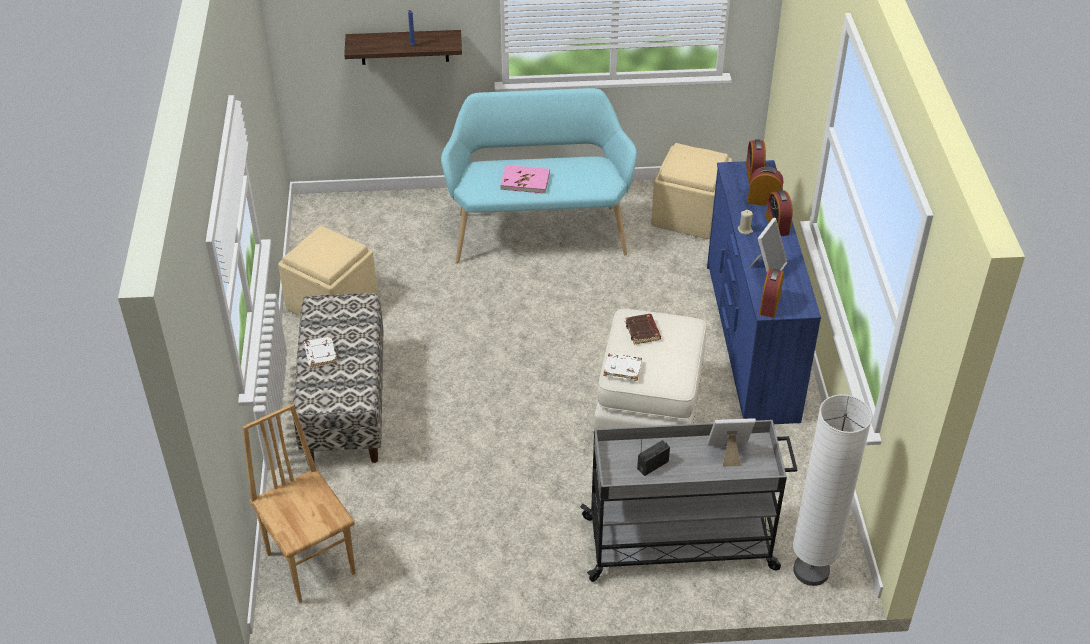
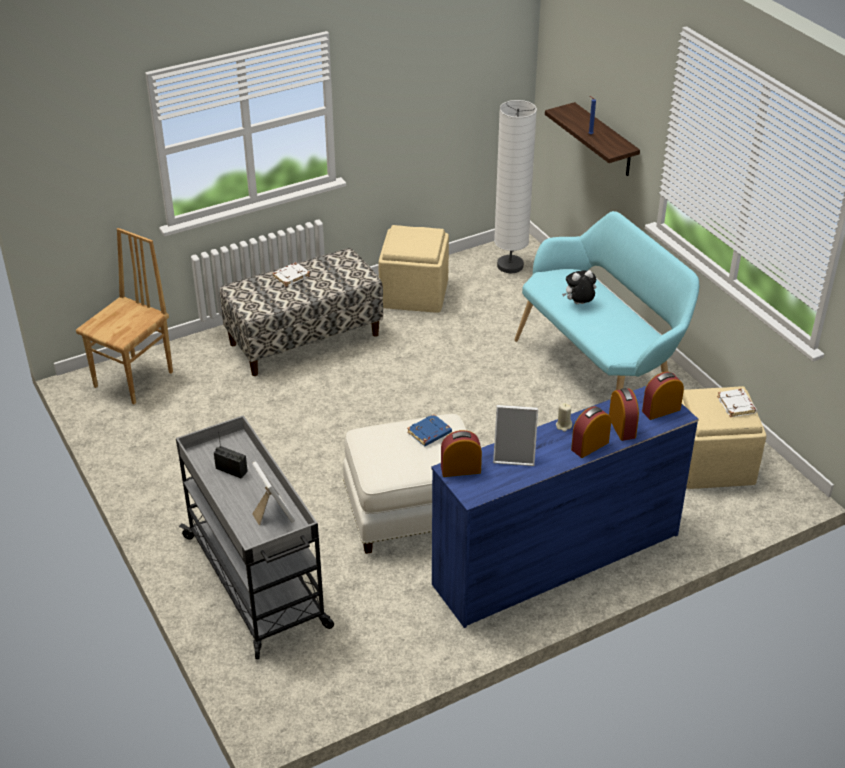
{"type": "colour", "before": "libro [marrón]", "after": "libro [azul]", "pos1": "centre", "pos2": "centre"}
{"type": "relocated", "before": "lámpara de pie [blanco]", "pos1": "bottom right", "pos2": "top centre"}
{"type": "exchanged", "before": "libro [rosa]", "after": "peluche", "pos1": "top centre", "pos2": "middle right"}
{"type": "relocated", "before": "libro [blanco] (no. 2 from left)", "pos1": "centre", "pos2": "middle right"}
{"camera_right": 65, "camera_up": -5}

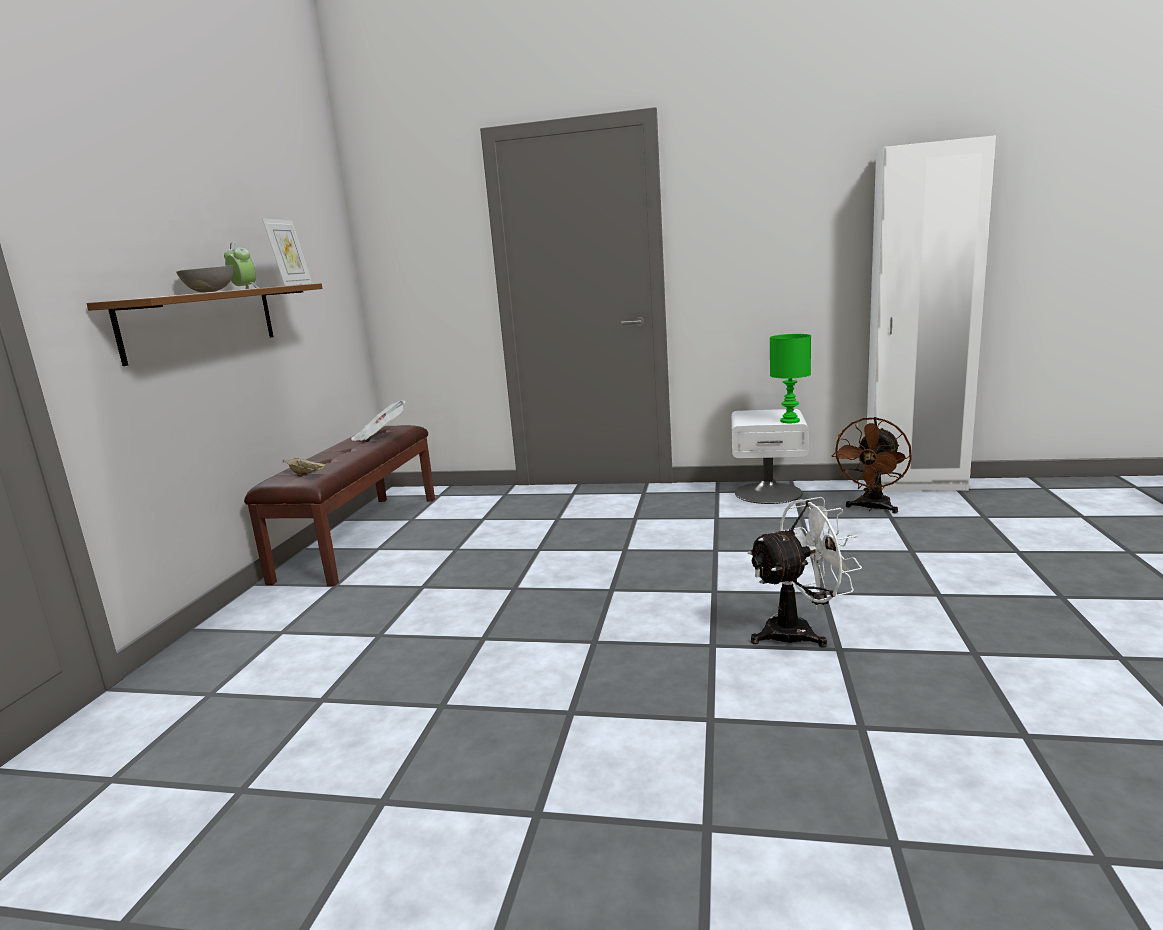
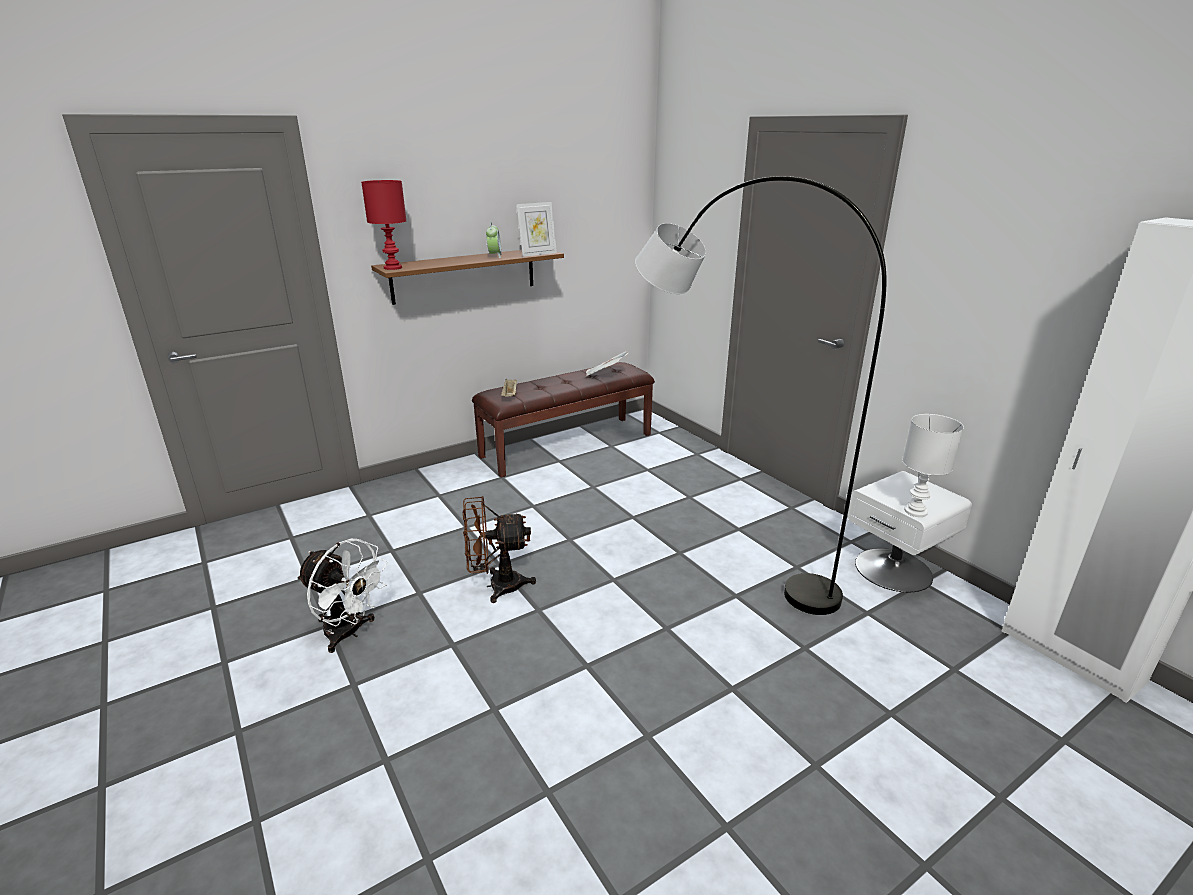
{"type": "relocated", "before": "ventilador [blanco]", "pos1": "middle right", "pos2": "middle left"}
{"type": "appeared", "after": "lámpara de mesa [rojo]", "pos2": "top left"}
{"type": "relocated", "before": "ventilador [marrón]", "pos1": "middle right", "pos2": "centre"}
{"type": "appeared", "after": "lámpara de pie [gris]", "pos2": "centre"}
{"type": "colour", "before": "lámpara de mesa [verde]", "after": "lámpara de mesa [blanco]", "pos1": "middle right", "pos2": "middle right"}
{"type": "missing", "before": "cuenco [gris]", "pos1": "top left"}
{"camera_right": 45, "camera_up": 10}

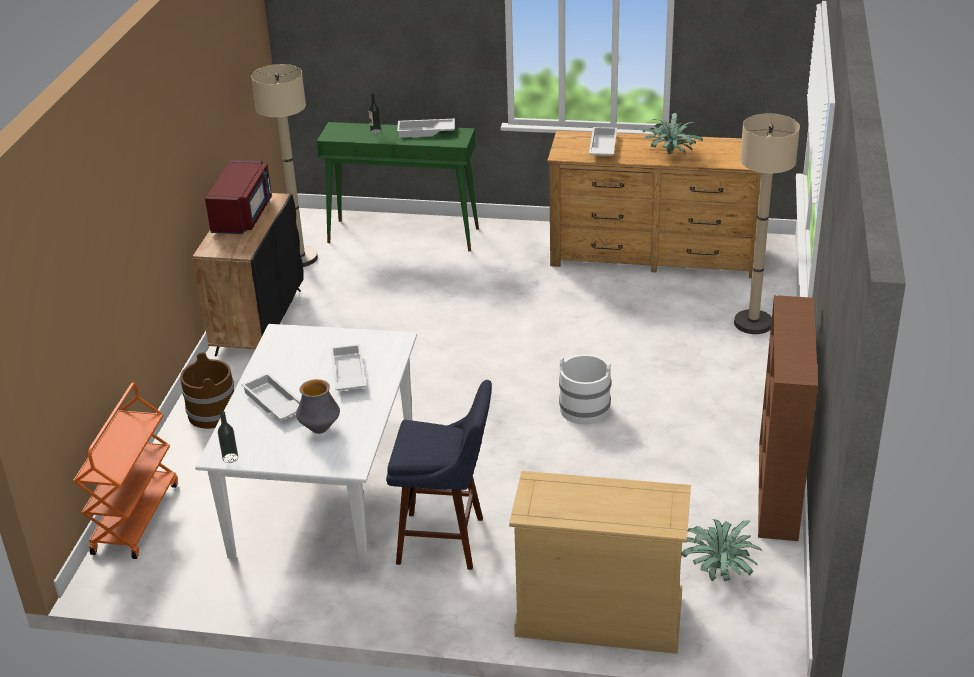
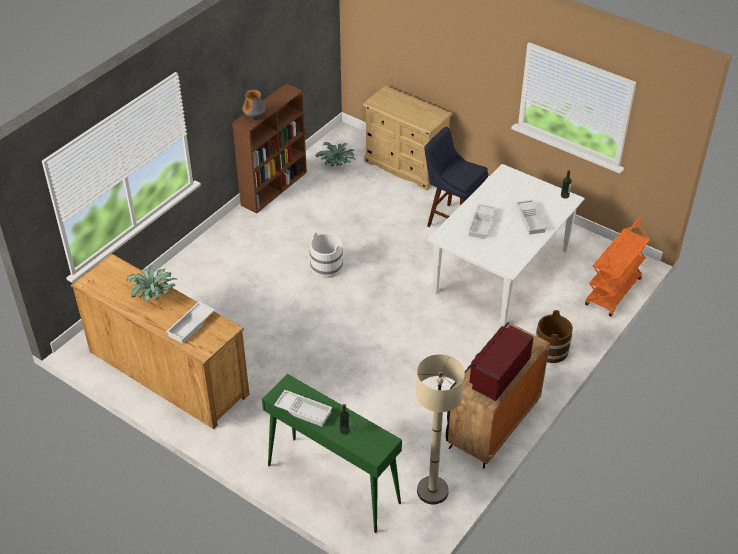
{"type": "relocated", "before": "florero", "pos1": "middle left", "pos2": "top centre"}
{"type": "missing", "before": "lámpara de pie [beis] (no. 2 from left)", "pos1": "top right"}
{"camera_right": -155, "camera_up": 10}

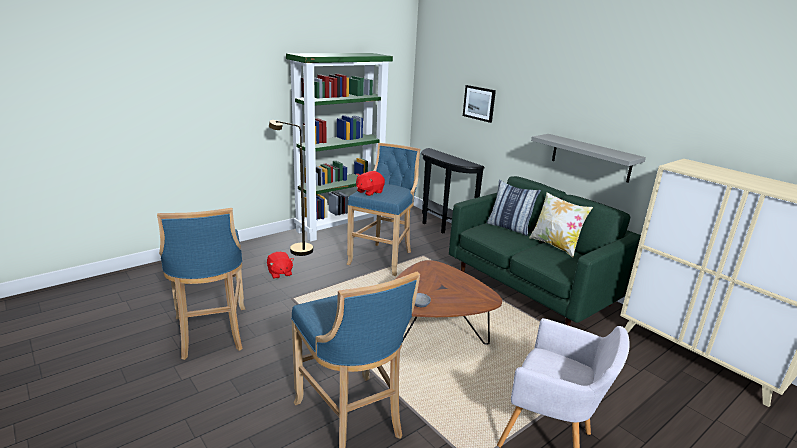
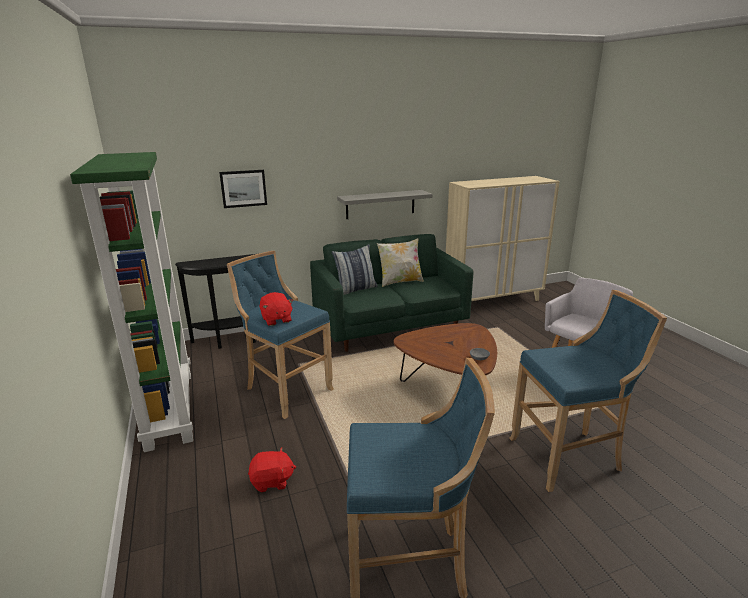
{"type": "missing", "before": "lámpara de pie [marrón]", "pos1": "centre"}
{"camera_right": -70, "camera_up": 0}

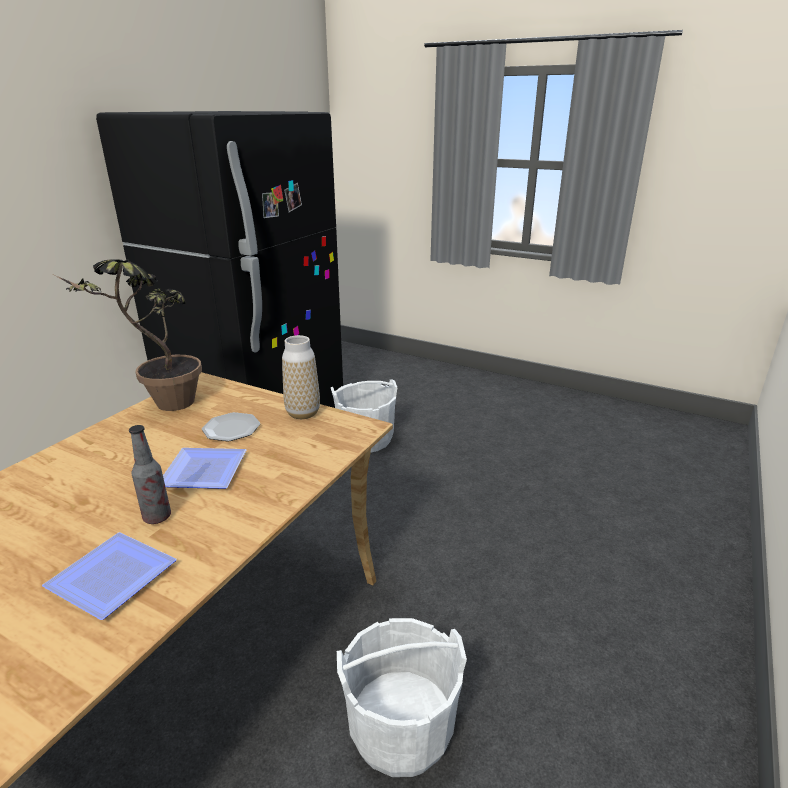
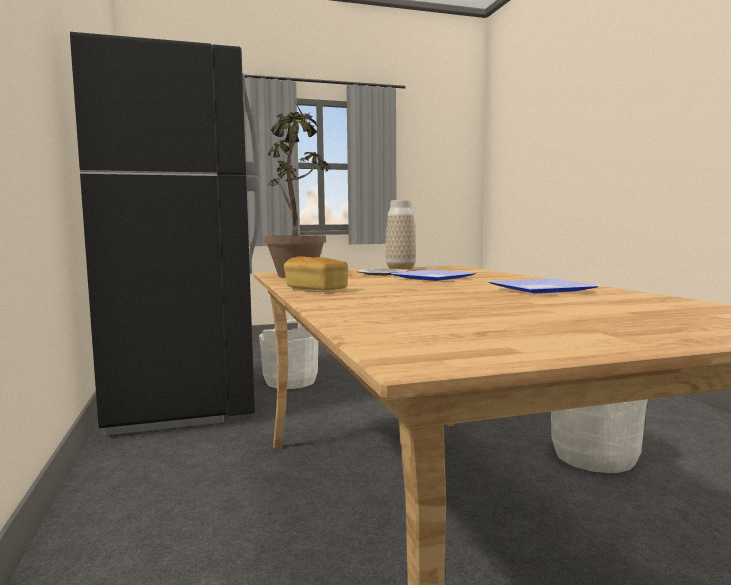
{"type": "appeared", "after": "pan", "pos2": "centre"}
{"type": "missing", "before": "botella", "pos1": "middle left"}
{"camera_right": -45, "camera_up": -20}

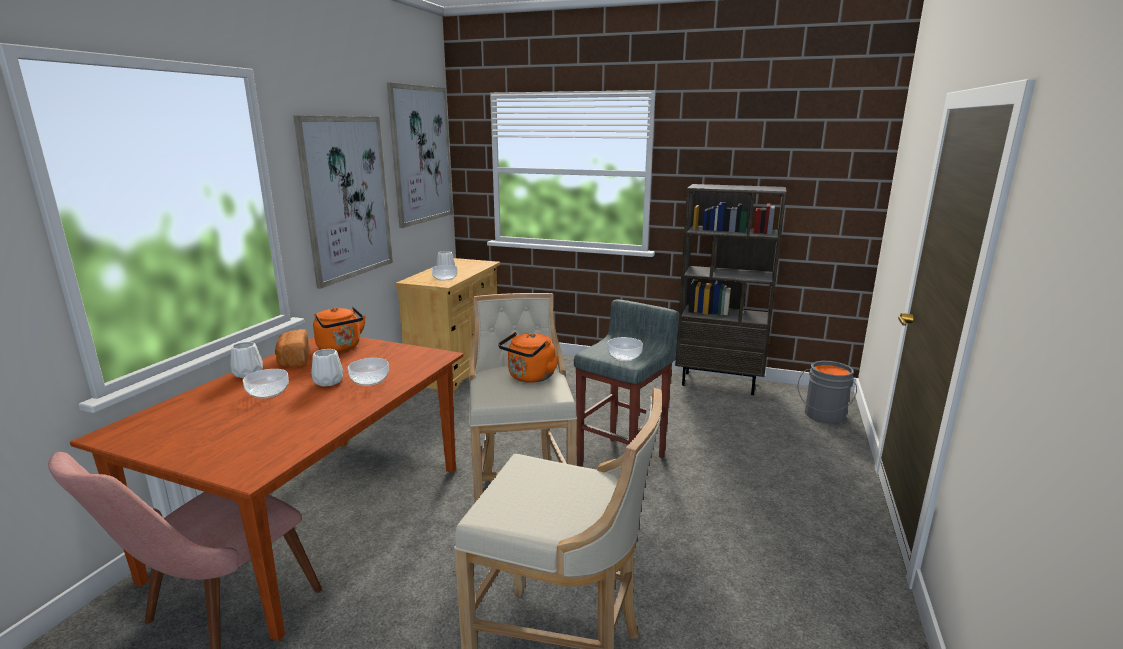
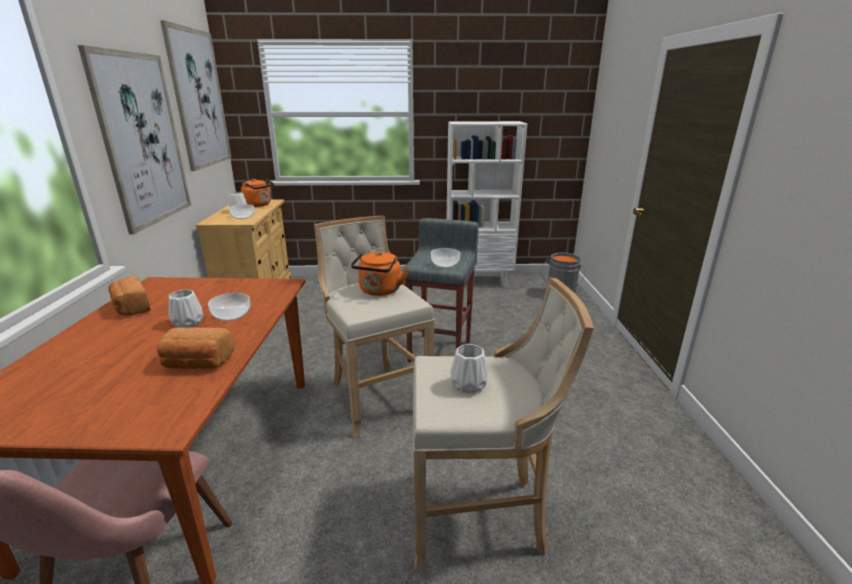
{"type": "appeared", "after": "pan (no. 2 from left)", "pos2": "middle left"}
{"type": "relocated", "before": "hervidor [naranja] (no. 1 from left)", "pos1": "middle left", "pos2": "top left"}
{"type": "colour", "before": "estantería [marrón]", "after": "estantería [blanco]", "pos1": "centre", "pos2": "centre"}
{"type": "relocated", "before": "florero [blanco] (no. 1 from left in the first image)", "after": "florero [blanco] (no. 3 from left)", "pos1": "middle left", "pos2": "centre"}
{"type": "missing", "before": "cuenco (no. 1 from left)", "pos1": "middle left"}
{"camera_right": -20, "camera_up": 5}

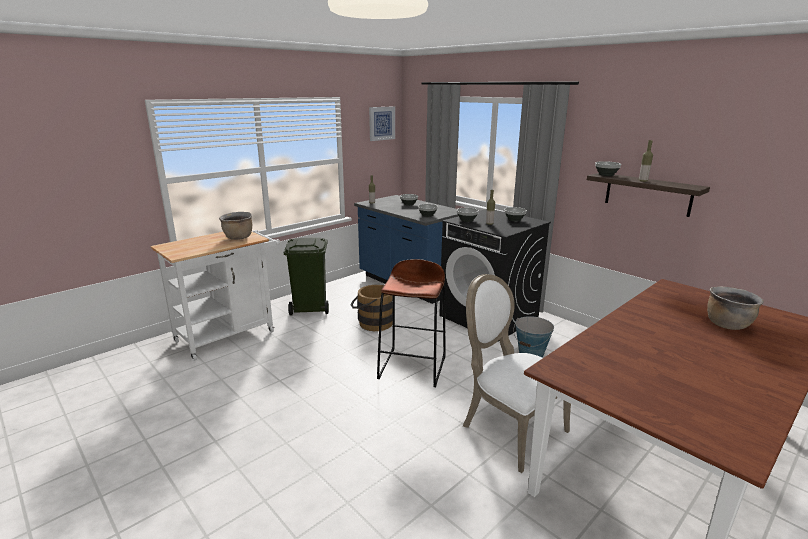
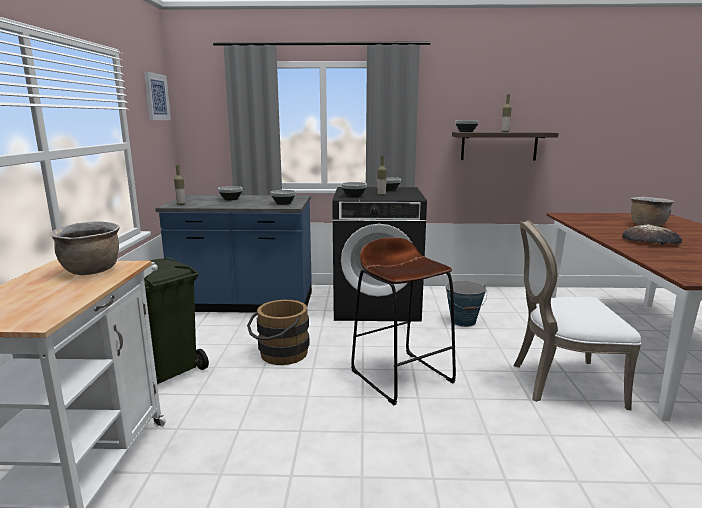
{"type": "appeared", "after": "pan", "pos2": "middle right"}
{"camera_right": -45, "camera_up": -5}

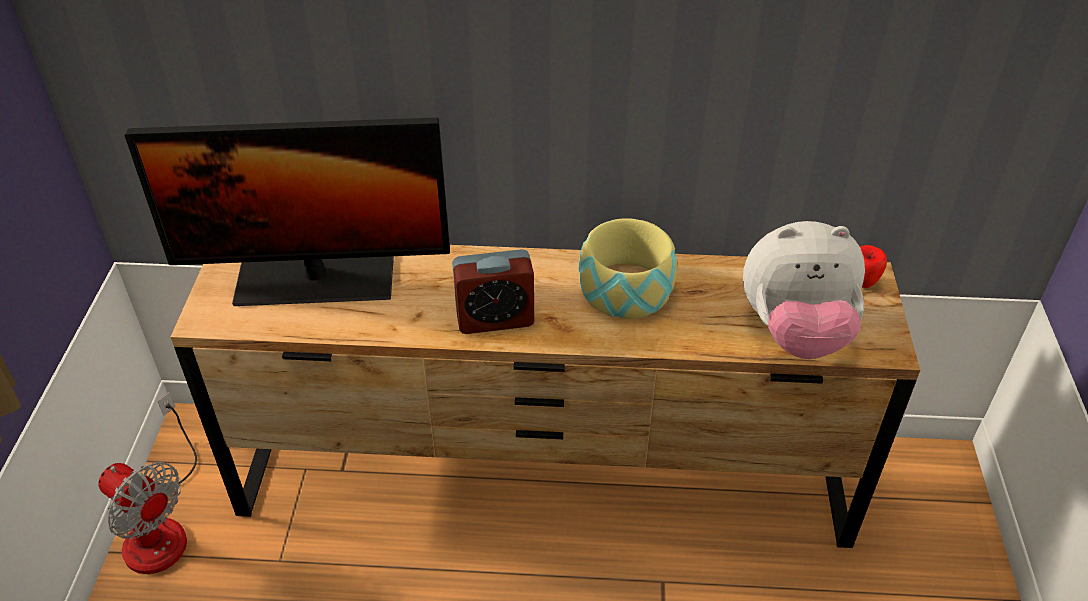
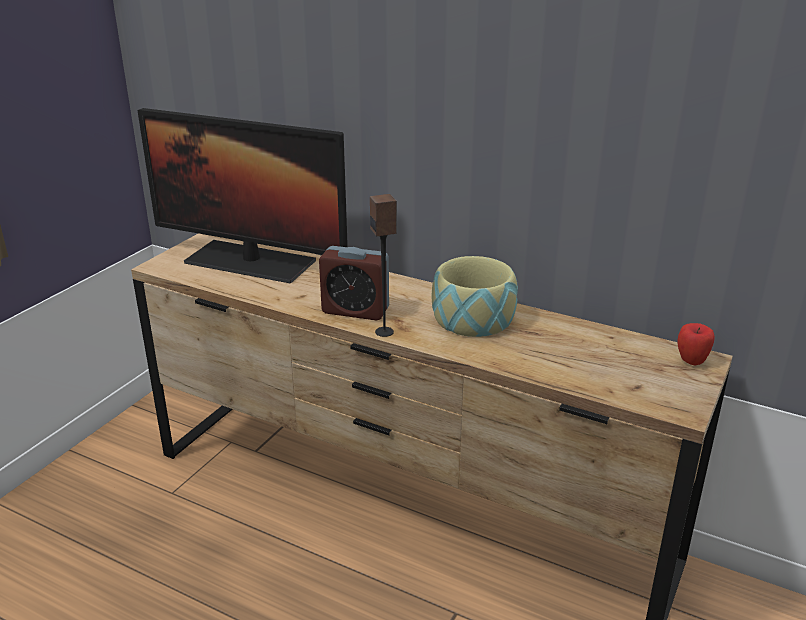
{"type": "appeared", "after": "altavoz", "pos2": "centre"}
{"type": "missing", "before": "ventilador", "pos1": "bottom left"}
{"type": "missing", "before": "peluche", "pos1": "middle right"}
{"camera_right": 25, "camera_up": -15}

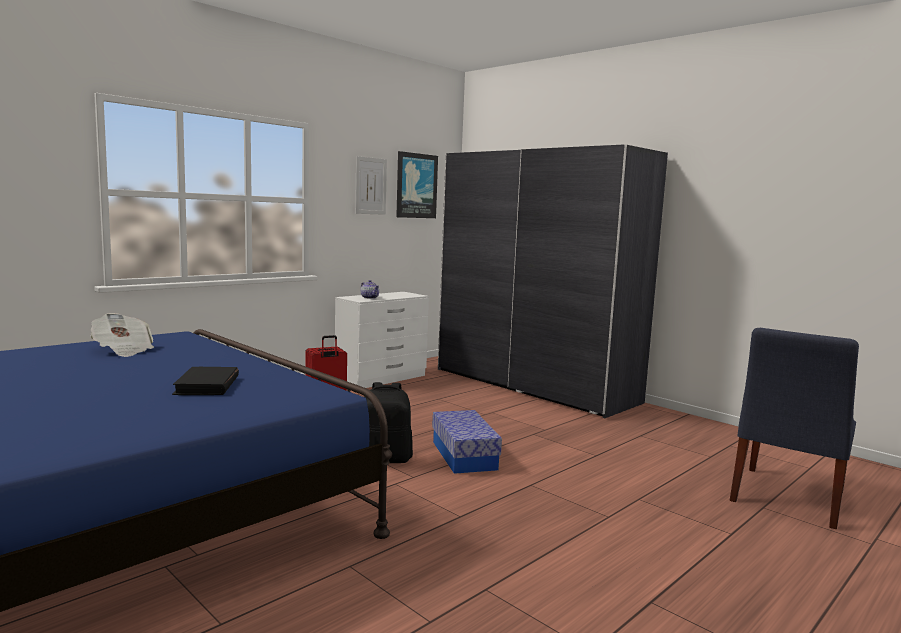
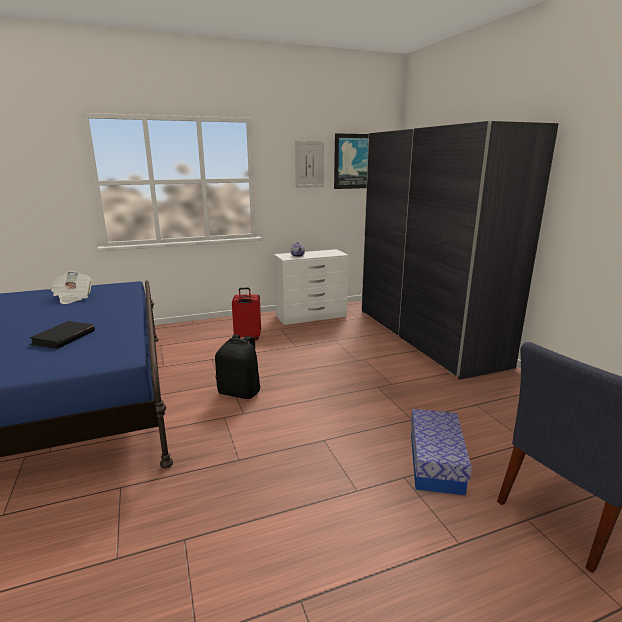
{"type": "relocated", "before": "caja de almacenaje", "pos1": "bottom centre", "pos2": "bottom right"}
{"camera_right": 25, "camera_up": 10}

